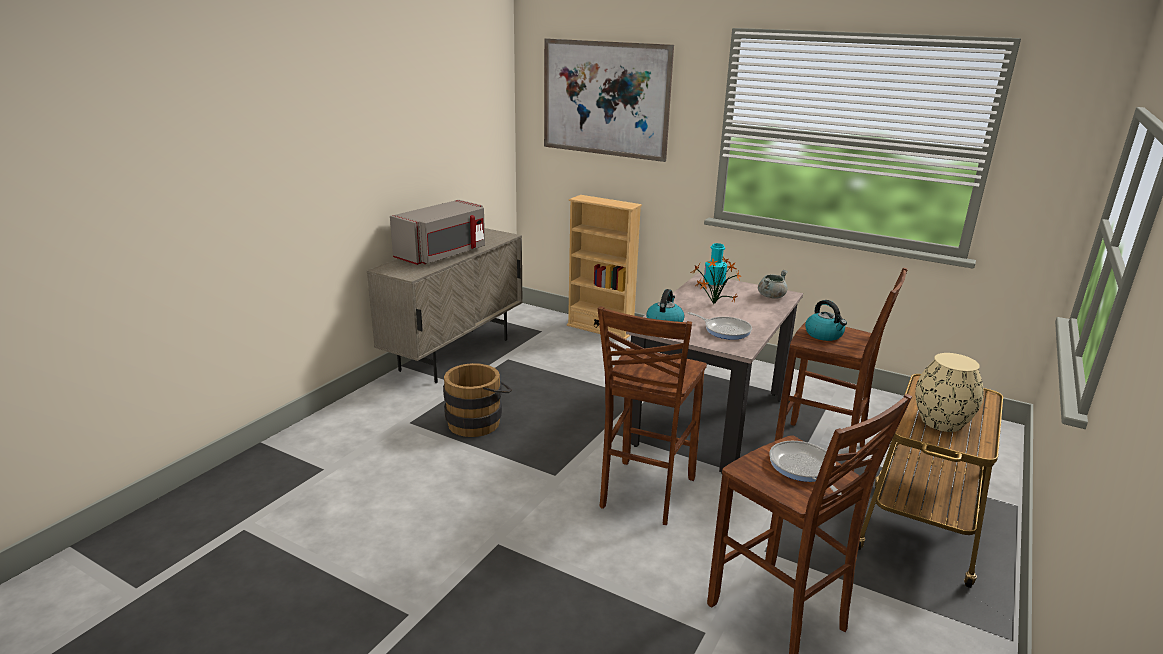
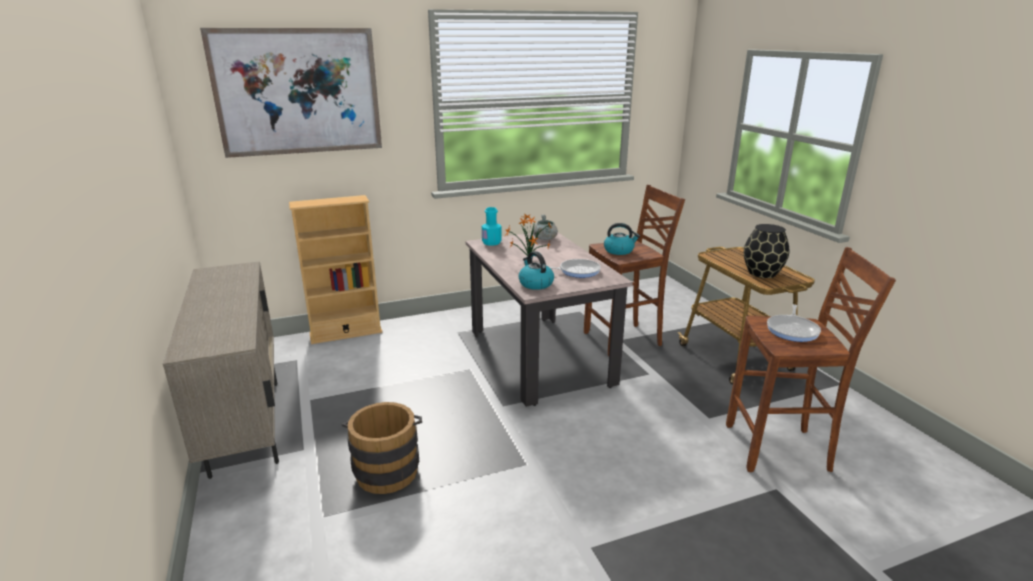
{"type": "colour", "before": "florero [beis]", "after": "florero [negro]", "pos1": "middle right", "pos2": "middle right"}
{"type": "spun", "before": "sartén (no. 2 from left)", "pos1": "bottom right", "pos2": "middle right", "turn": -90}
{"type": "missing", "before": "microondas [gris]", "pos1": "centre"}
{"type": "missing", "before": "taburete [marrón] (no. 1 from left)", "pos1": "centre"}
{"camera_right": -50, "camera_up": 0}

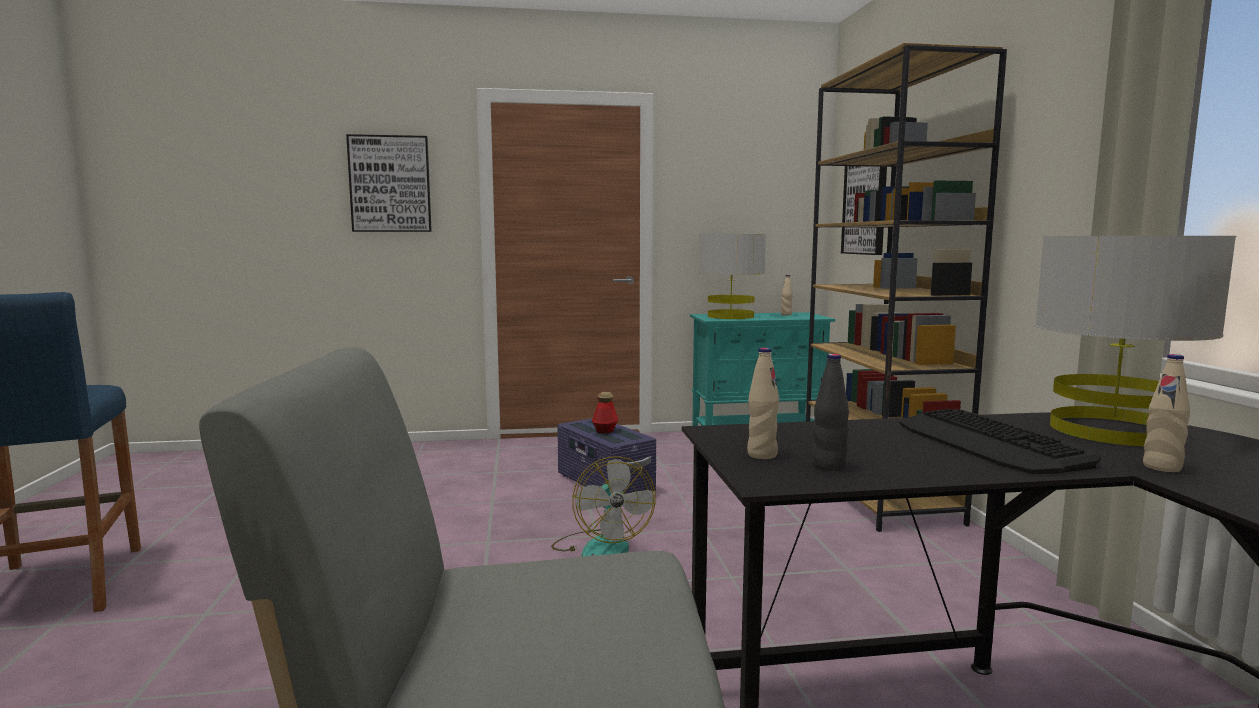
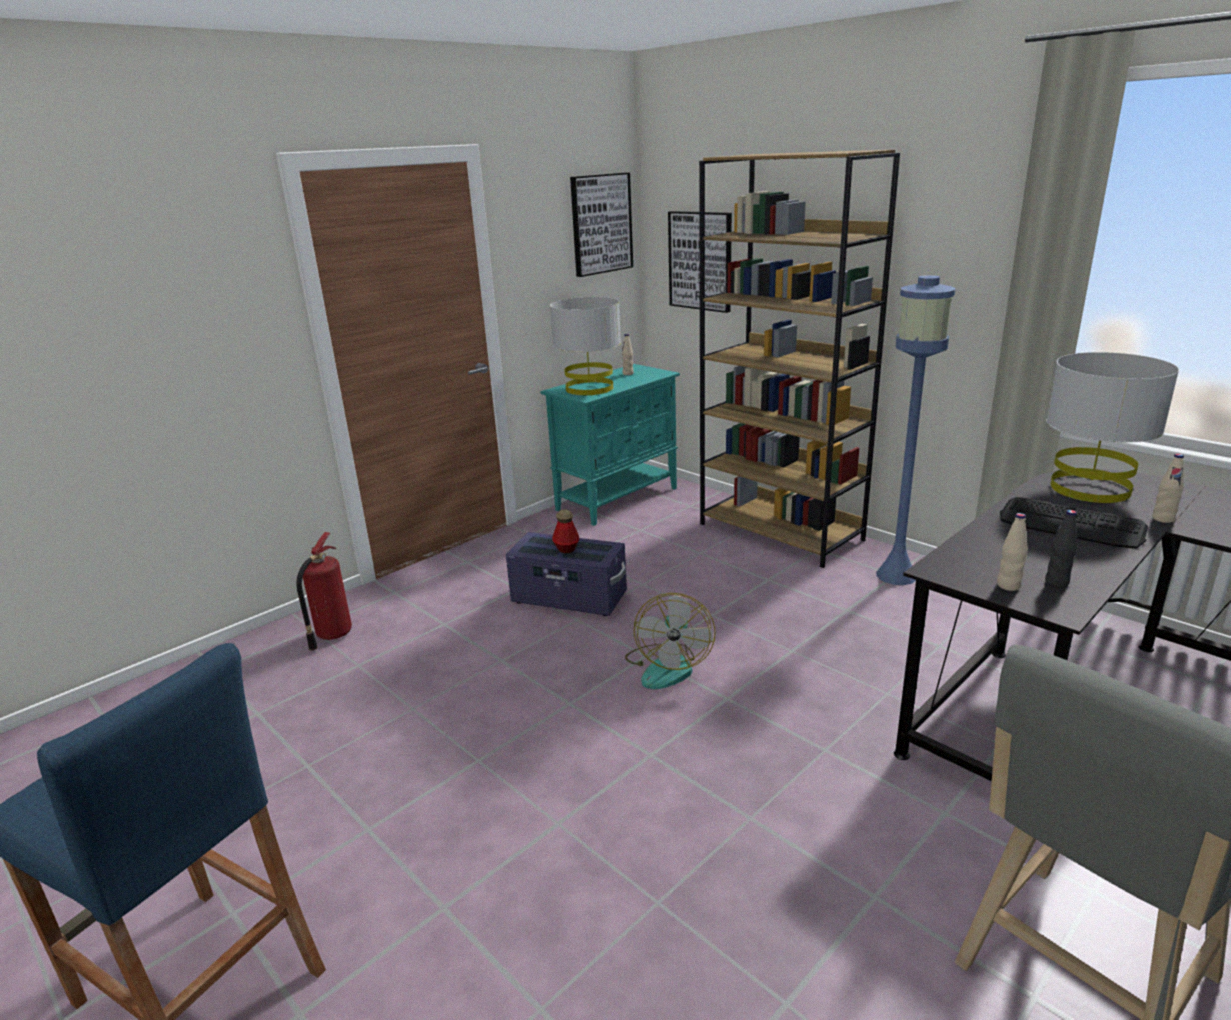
{"type": "appeared", "after": "extintor", "pos2": "middle left"}
{"type": "relocated", "before": "cuadro (no. 1 from left)", "pos1": "top left", "pos2": "top centre"}
{"type": "spun", "before": "ventilador", "pos1": "bottom centre", "pos2": "centre", "turn": 60}
{"type": "appeared", "after": "lámpara de pie [azul]", "pos2": "middle right"}
{"camera_right": -35, "camera_up": 15}

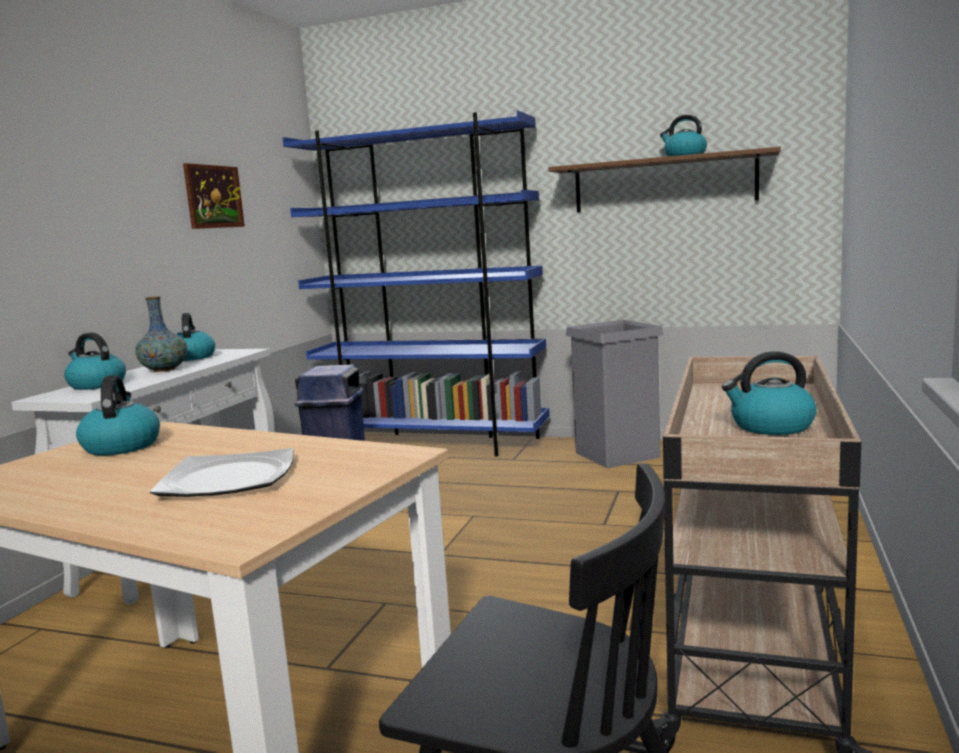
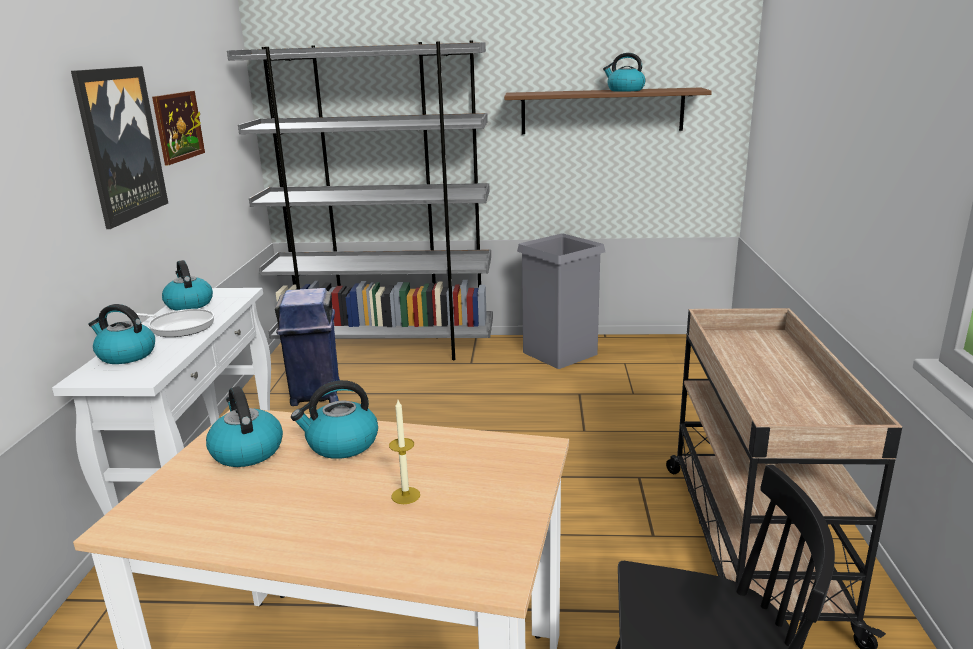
{"type": "appeared", "after": "cuadro (no. 1 from left)", "pos2": "top left"}
{"type": "exchanged", "before": "florero", "after": "sartén", "pos1": "middle left", "pos2": "middle left"}
{"type": "colour", "before": "estantería [azul]", "after": "estantería [gris]", "pos1": "centre", "pos2": "top centre"}
{"type": "relocated", "before": "hervidor (no. 5 from left in the first image)", "after": "hervidor (no. 4 from left)", "pos1": "middle right", "pos2": "centre"}
{"type": "exchanged", "before": "plato", "after": "vela", "pos1": "middle left", "pos2": "bottom centre"}
{"camera_right": -15, "camera_up": 10}

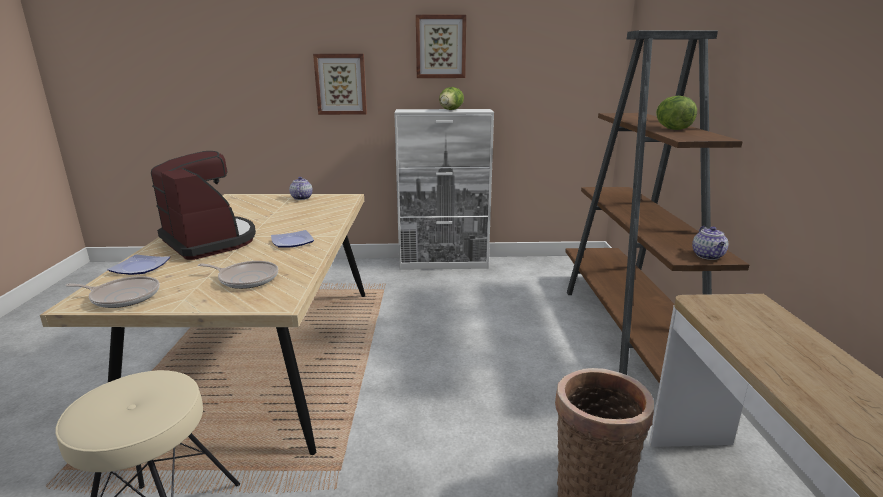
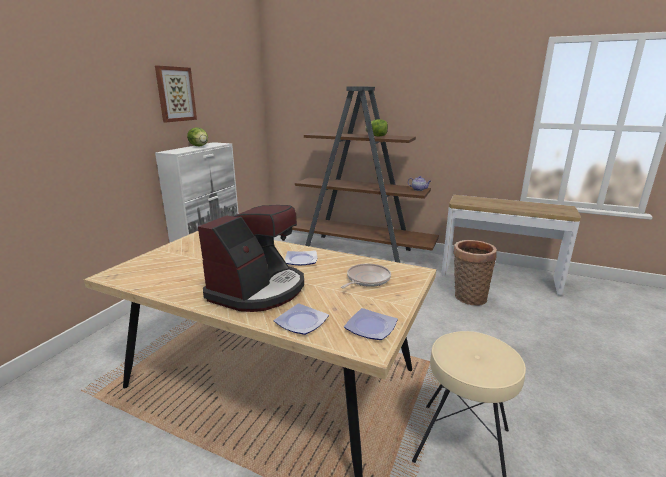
{"type": "spun", "before": "cafetera", "pos1": "middle left", "pos2": "centre", "turn": 135}
{"type": "exchanged", "before": "sartén (no. 1 from left)", "after": "plato (no. 3 from left)", "pos1": "middle left", "pos2": "bottom centre"}
{"type": "missing", "before": "tetera (no. 1 from left)", "pos1": "centre"}
{"type": "missing", "before": "cuadro (no. 1 from left)", "pos1": "top centre"}
{"camera_right": -65, "camera_up": 0}

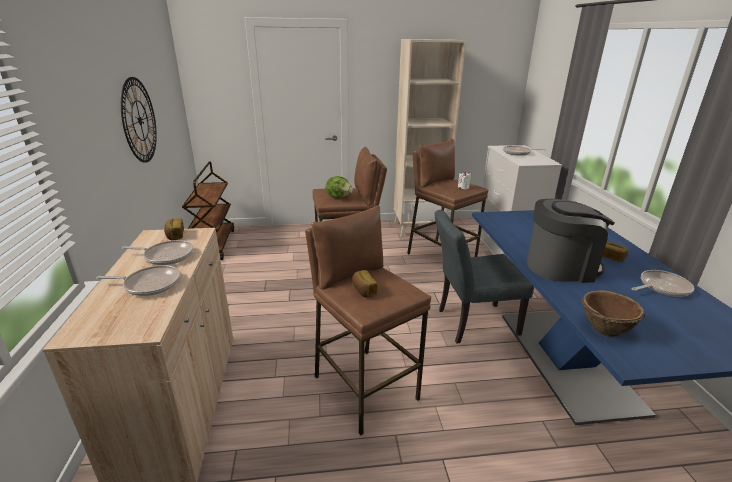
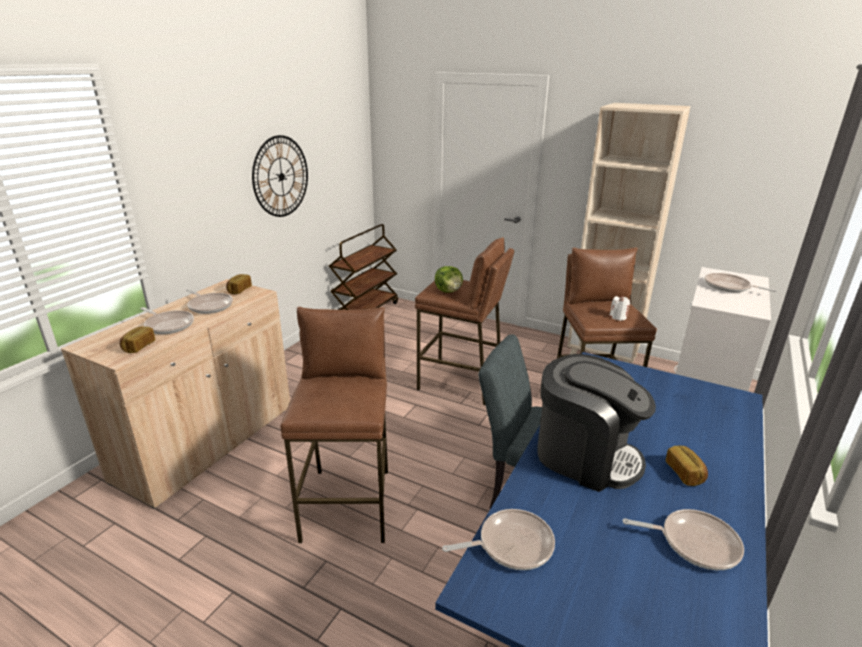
{"type": "relocated", "before": "pan (no. 2 from left in the first image)", "after": "pan (no. 1 from left)", "pos1": "centre", "pos2": "middle left"}
{"type": "exchanged", "before": "cuenco [marrón]", "after": "sartén (no. 3 from left)", "pos1": "middle right", "pos2": "bottom centre"}
{"camera_right": 35, "camera_up": 0}

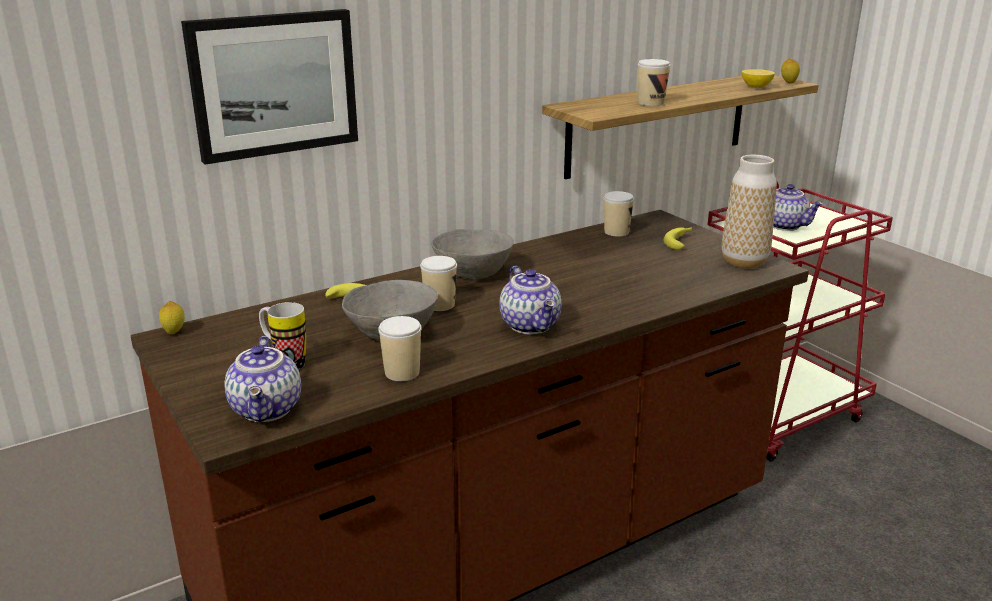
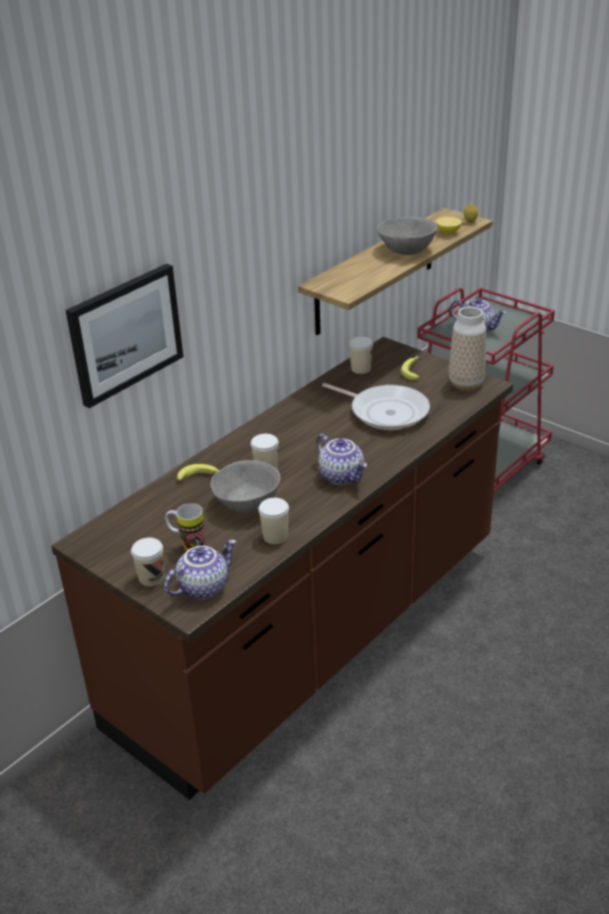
{"type": "relocated", "before": "taza (no. 4 from left in the first image)", "after": "taza (no. 1 from left)", "pos1": "top centre", "pos2": "middle left"}
{"type": "spun", "before": "tetera (no. 1 from left)", "pos1": "middle left", "pos2": "middle left", "turn": -105}
{"type": "appeared", "after": "sartén", "pos2": "centre"}
{"type": "relocated", "before": "cuenco [gris] (no. 2 from left)", "pos1": "centre", "pos2": "top right"}
{"type": "missing", "before": "limón (no. 1 from left)", "pos1": "middle left"}
{"camera_right": -15, "camera_up": 10}

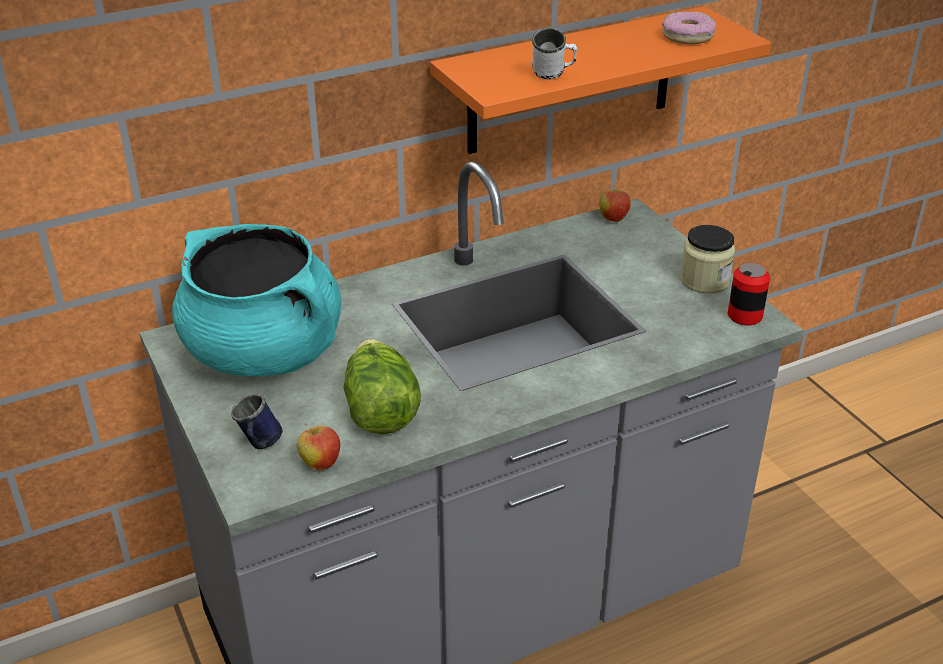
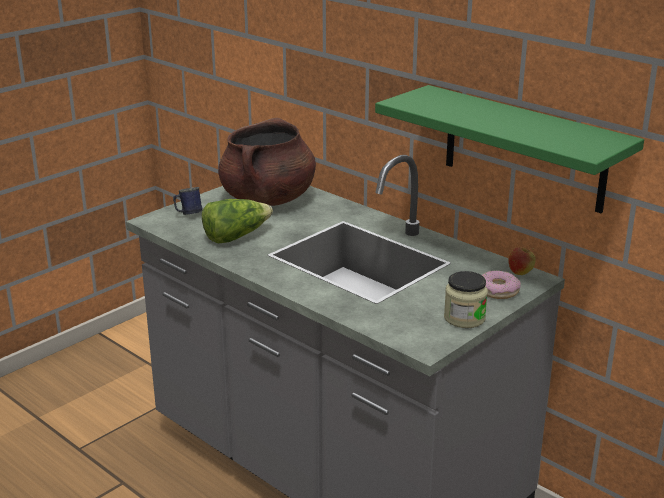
{"type": "colour", "before": "olla [turquesa]", "after": "olla [marrón]", "pos1": "middle left", "pos2": "top centre"}
{"type": "colour", "before": "estante [naranja]", "after": "estante [verde]", "pos1": "top centre", "pos2": "top right"}
{"type": "relocated", "before": "rosquilla", "pos1": "top right", "pos2": "middle right"}
{"type": "missing", "before": "manzana (no. 1 from left)", "pos1": "bottom centre"}
{"type": "missing", "before": "taza grande [blanco]", "pos1": "top centre"}
{"type": "missing", "before": "lata", "pos1": "middle right"}
{"camera_right": 70, "camera_up": -10}

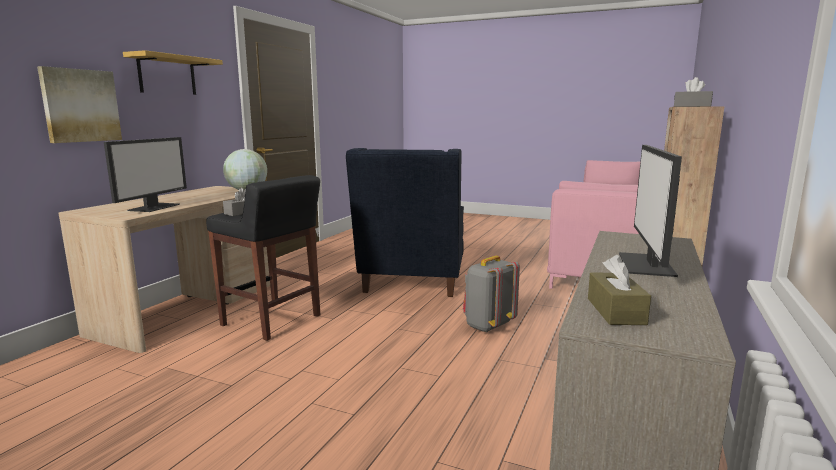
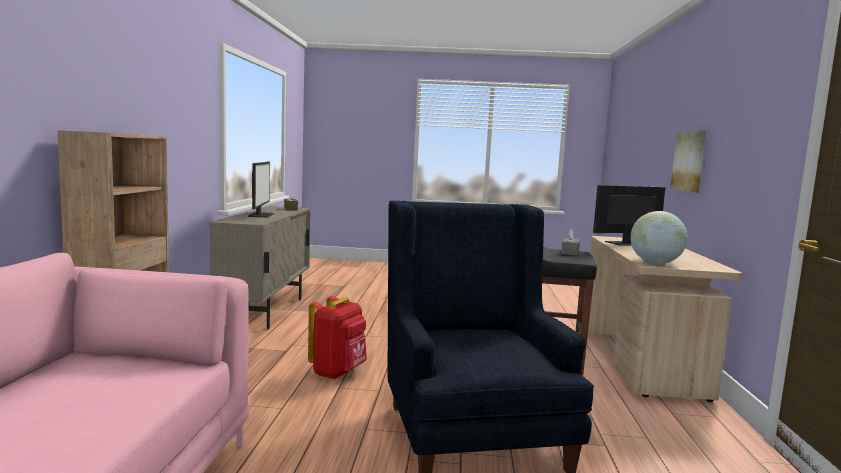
{"type": "colour", "before": "mochila [gris]", "after": "mochila [rojo]", "pos1": "centre", "pos2": "bottom centre"}
{"type": "spun", "before": "monitor (no. 1 from left in the first image)", "pos1": "middle left", "pos2": "middle right", "turn": 75}
{"type": "missing", "before": "estante", "pos1": "top left"}
{"type": "missing", "before": "caja de pañuelos [gris] (no. 2 from left)", "pos1": "top right"}
{"camera_right": 160, "camera_up": -5}

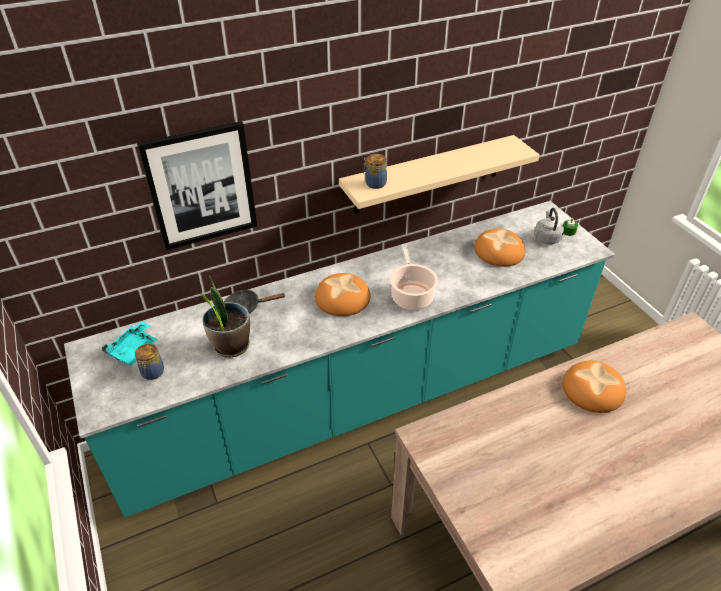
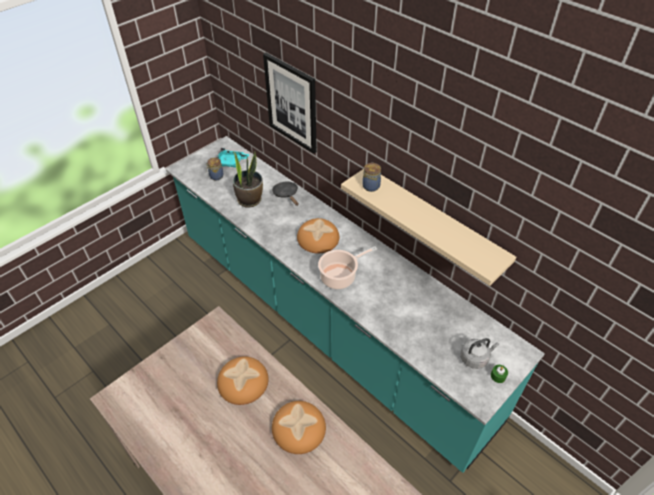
{"type": "relocated", "before": "pan (no. 2 from left in the first image)", "after": "pan (no. 1 from left)", "pos1": "middle right", "pos2": "bottom centre"}
{"camera_right": 70, "camera_up": 5}

